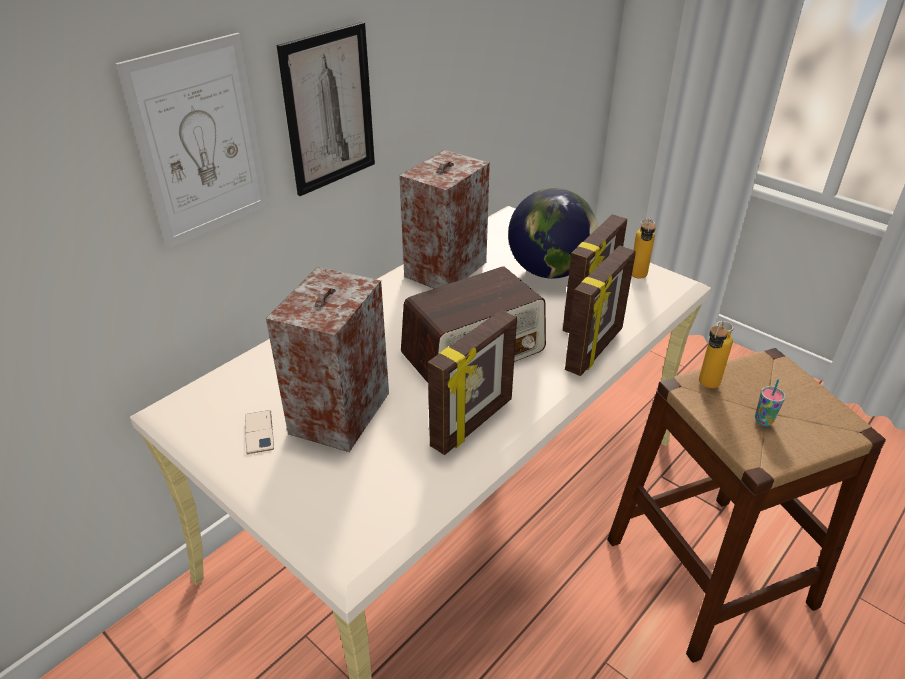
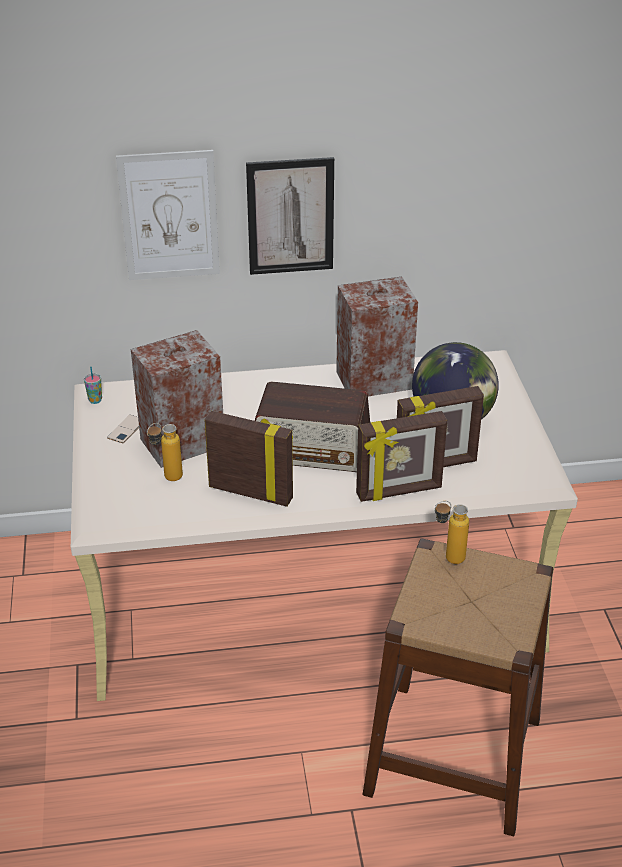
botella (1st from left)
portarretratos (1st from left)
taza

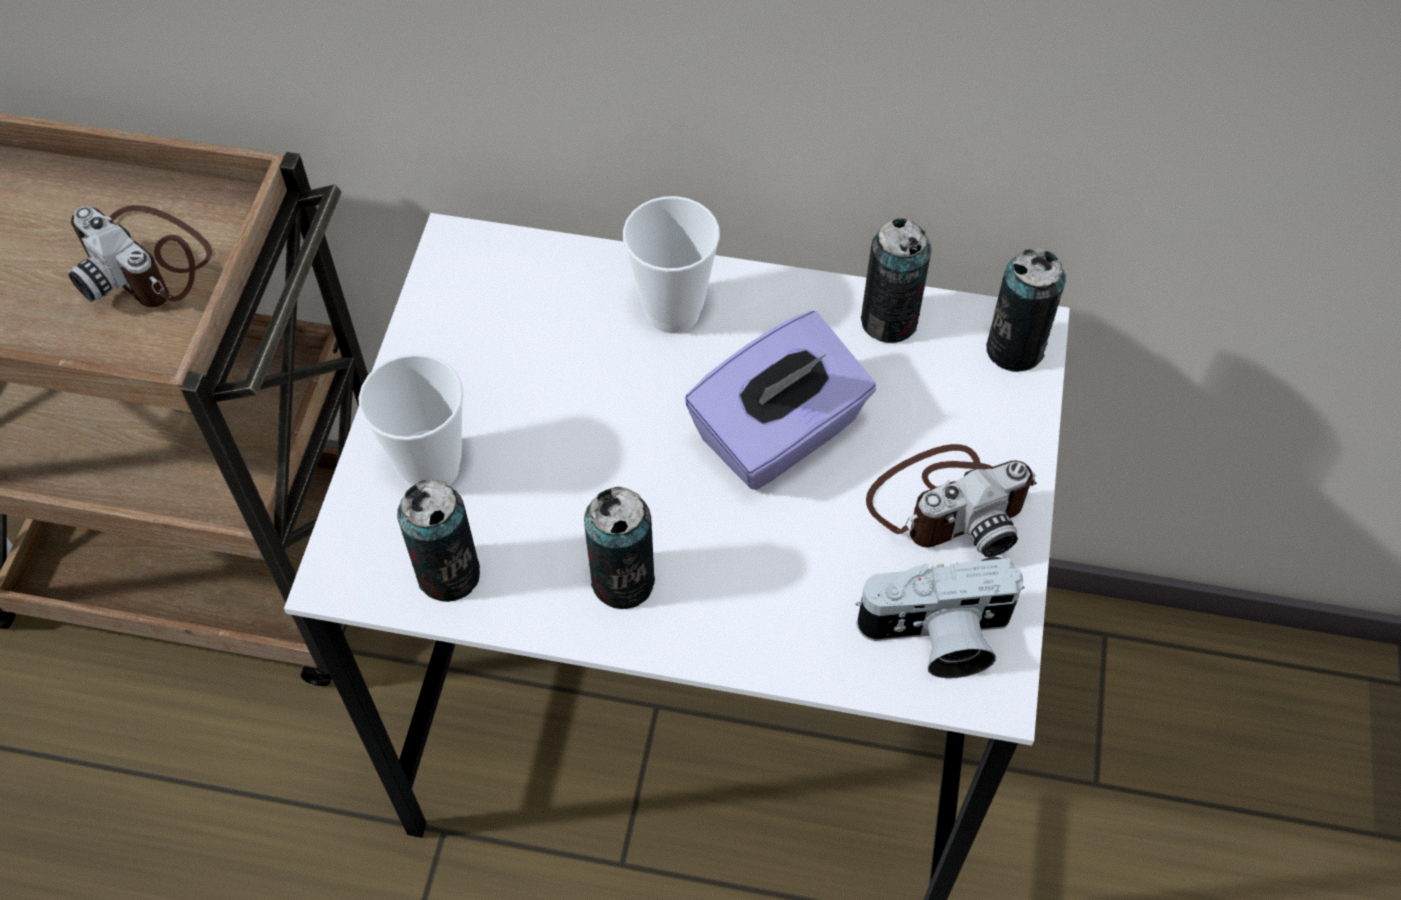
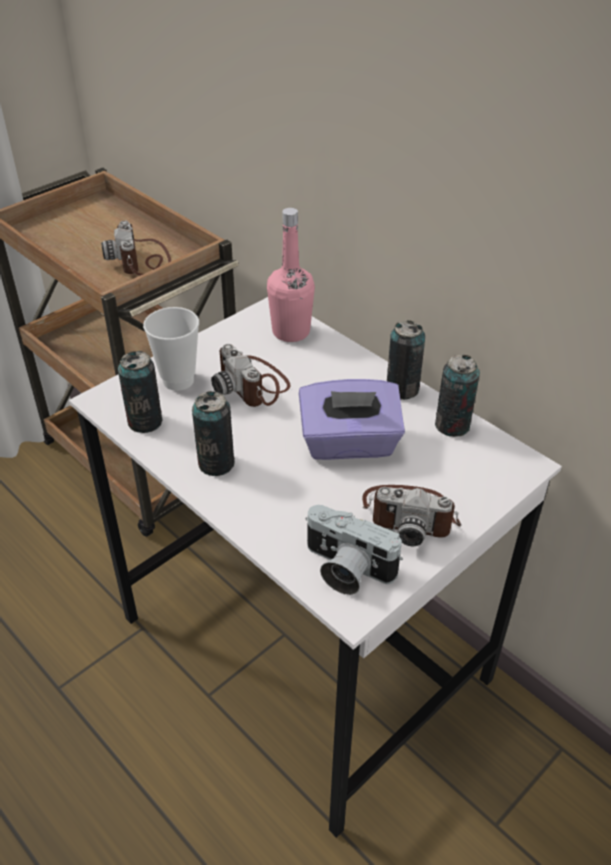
taza (2nd from left in the first image)
lata (3rd from left)
botella [rosa]
cámara (2nd from left)

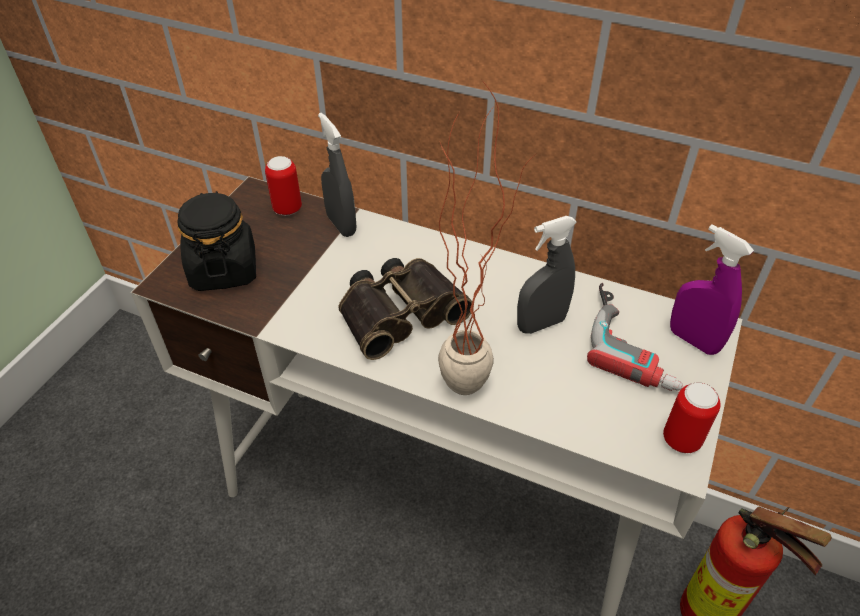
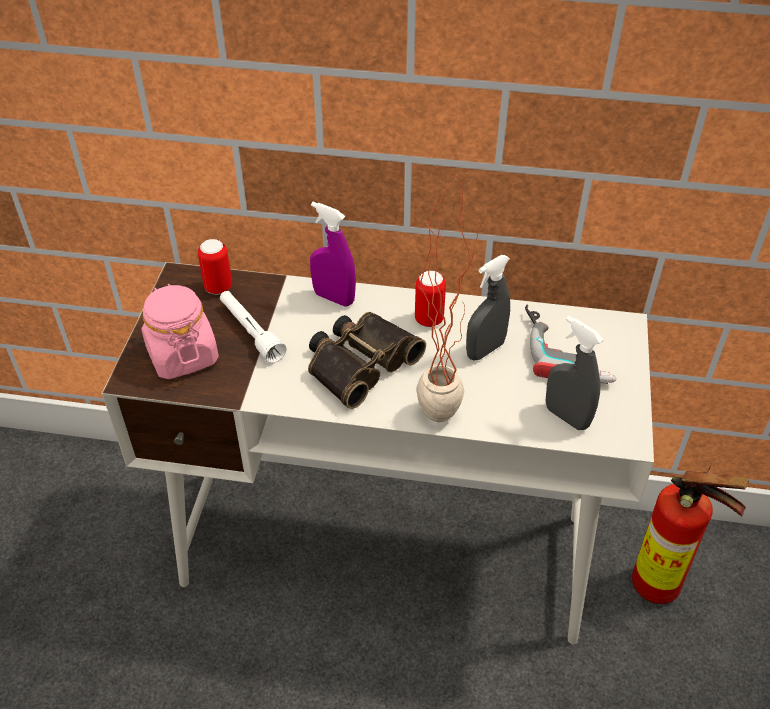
pulverizador [gris] (2nd from left)
tarro [rosa]
pulverizador [morado]
lata (2nd from left)
linterna [blanco]

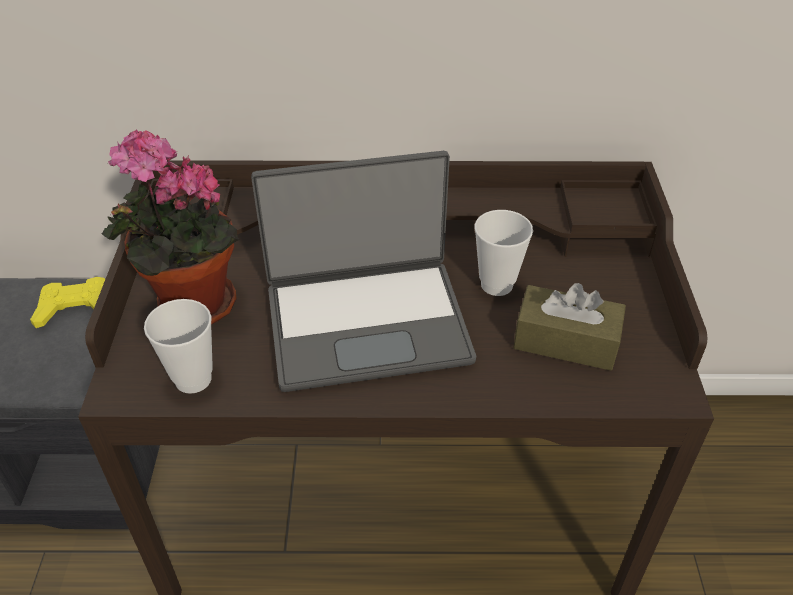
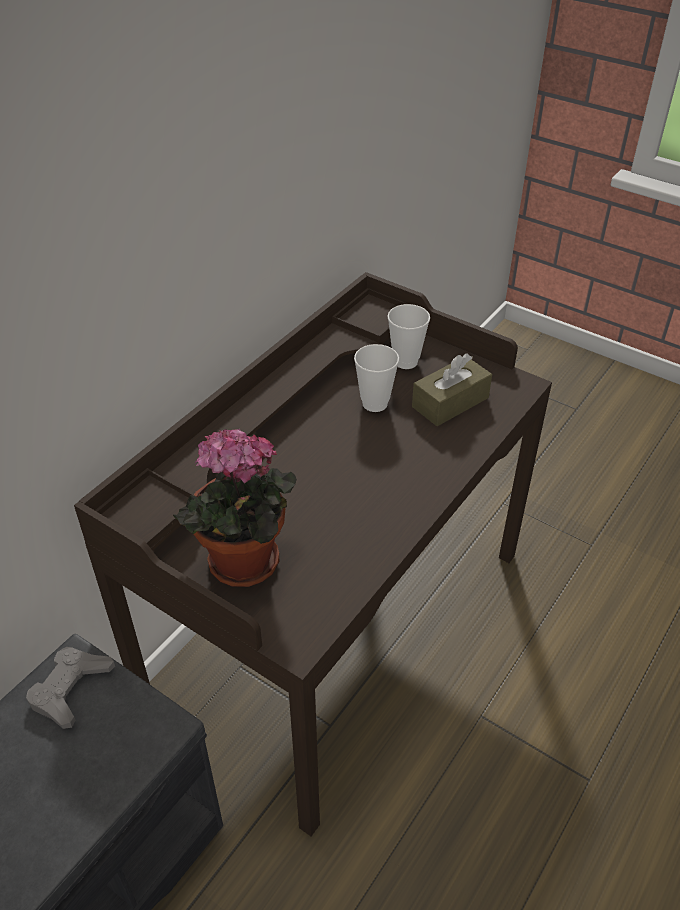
portátil
mando de consola [gris]
taza (2nd from left)

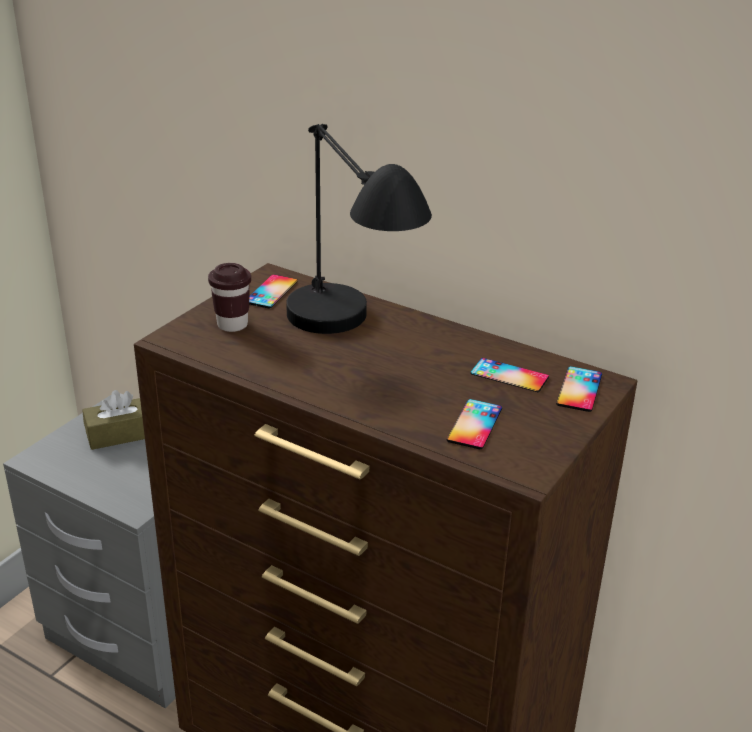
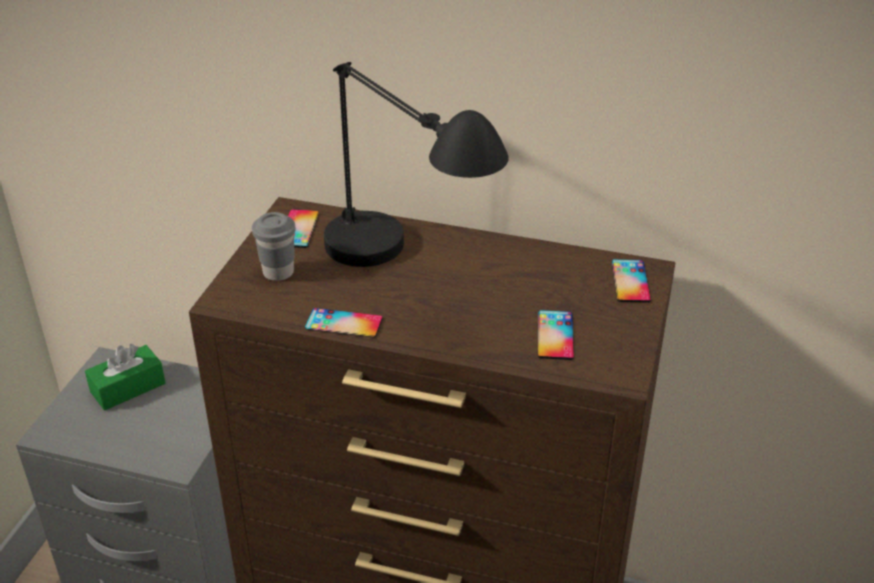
taza [gris]
móvil (2nd from left)
caja de pañuelos [verde]

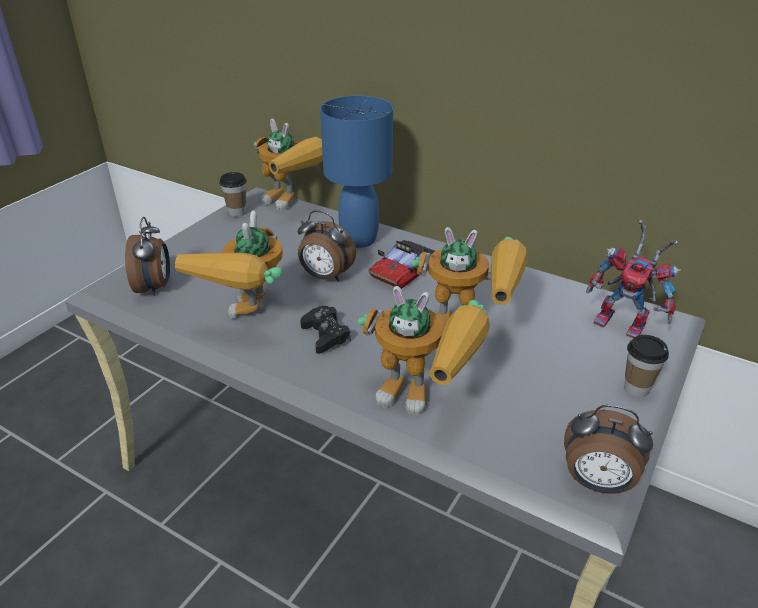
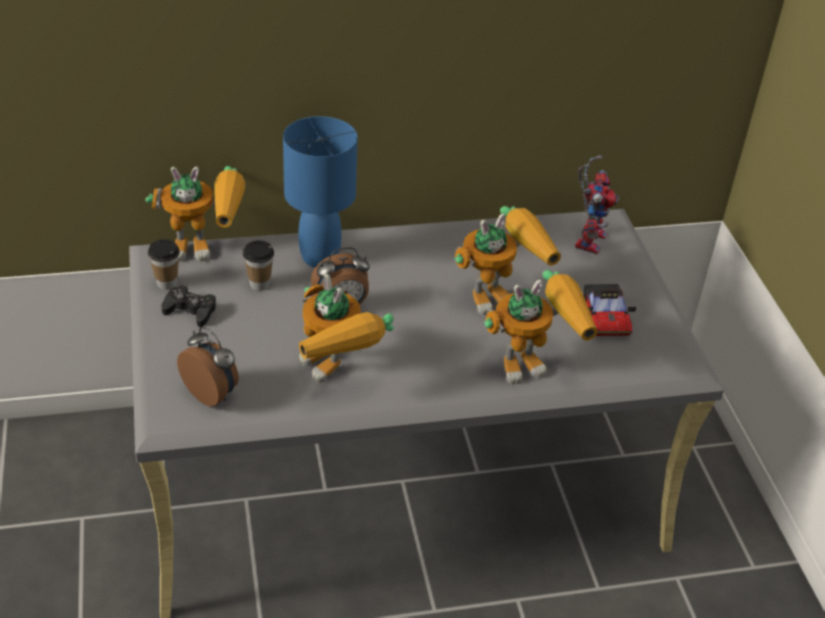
robot de juguete (5th from left)
coche de juguete
mando de consola [negro]
taza (2nd from left)
despertador (3rd from left in the first image)

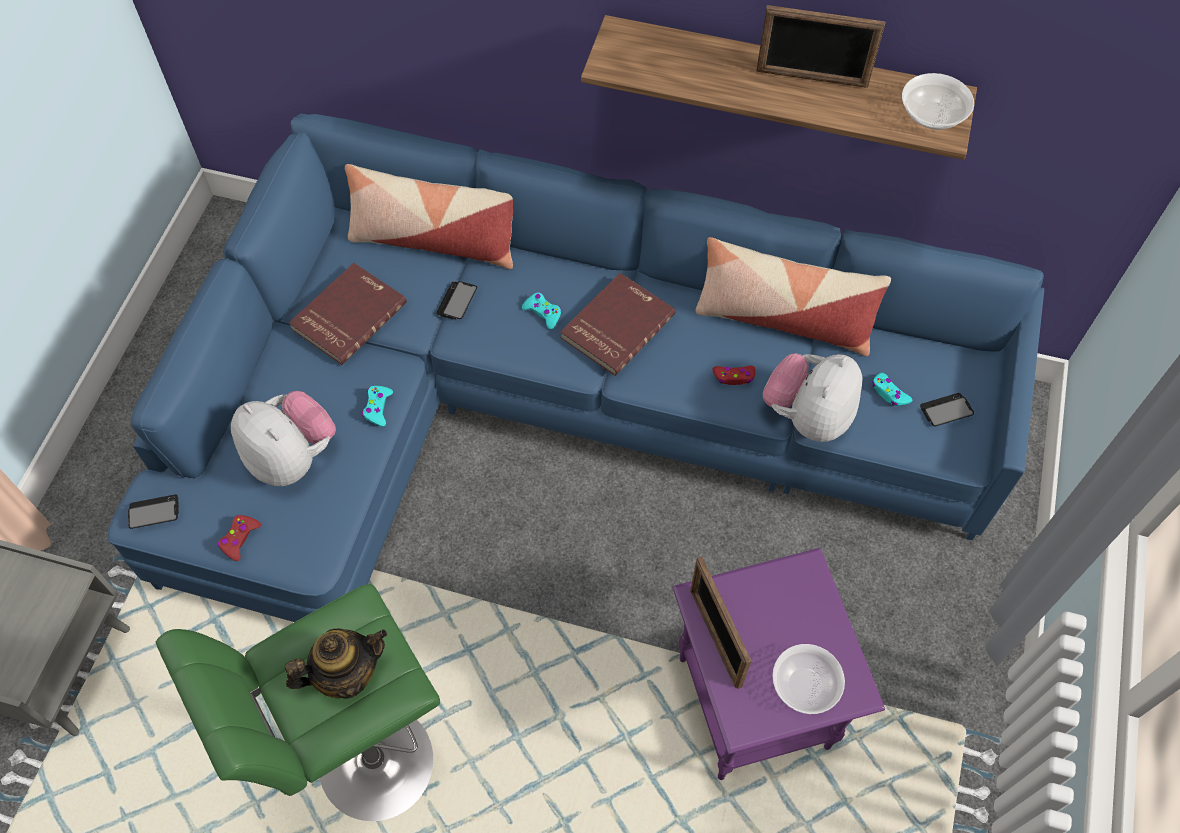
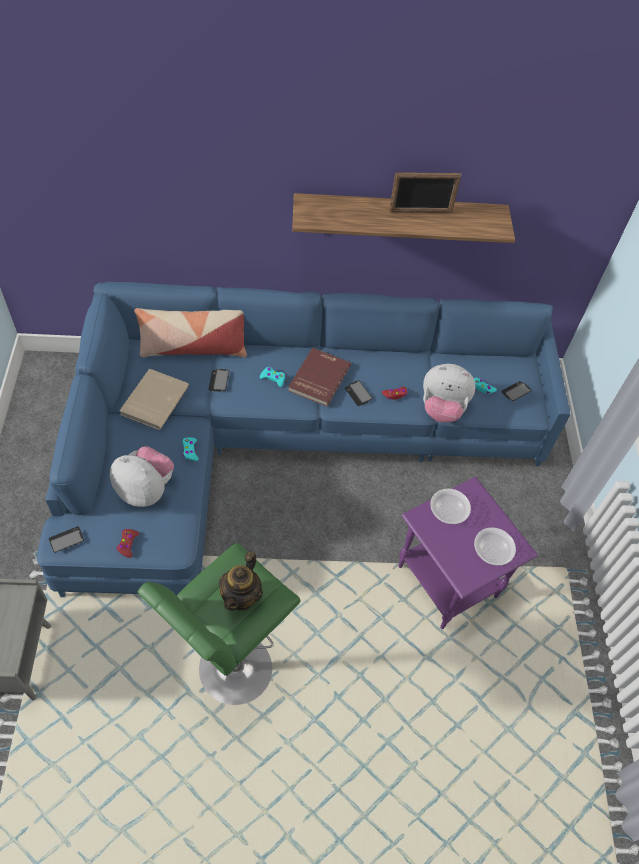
cuenco (1st from left)
cojín (2nd from left in the first image)
libro [beis]
peluche (2nd from left)
portarretratos (1st from left in the first image)
tetera
móvil (3rd from left)

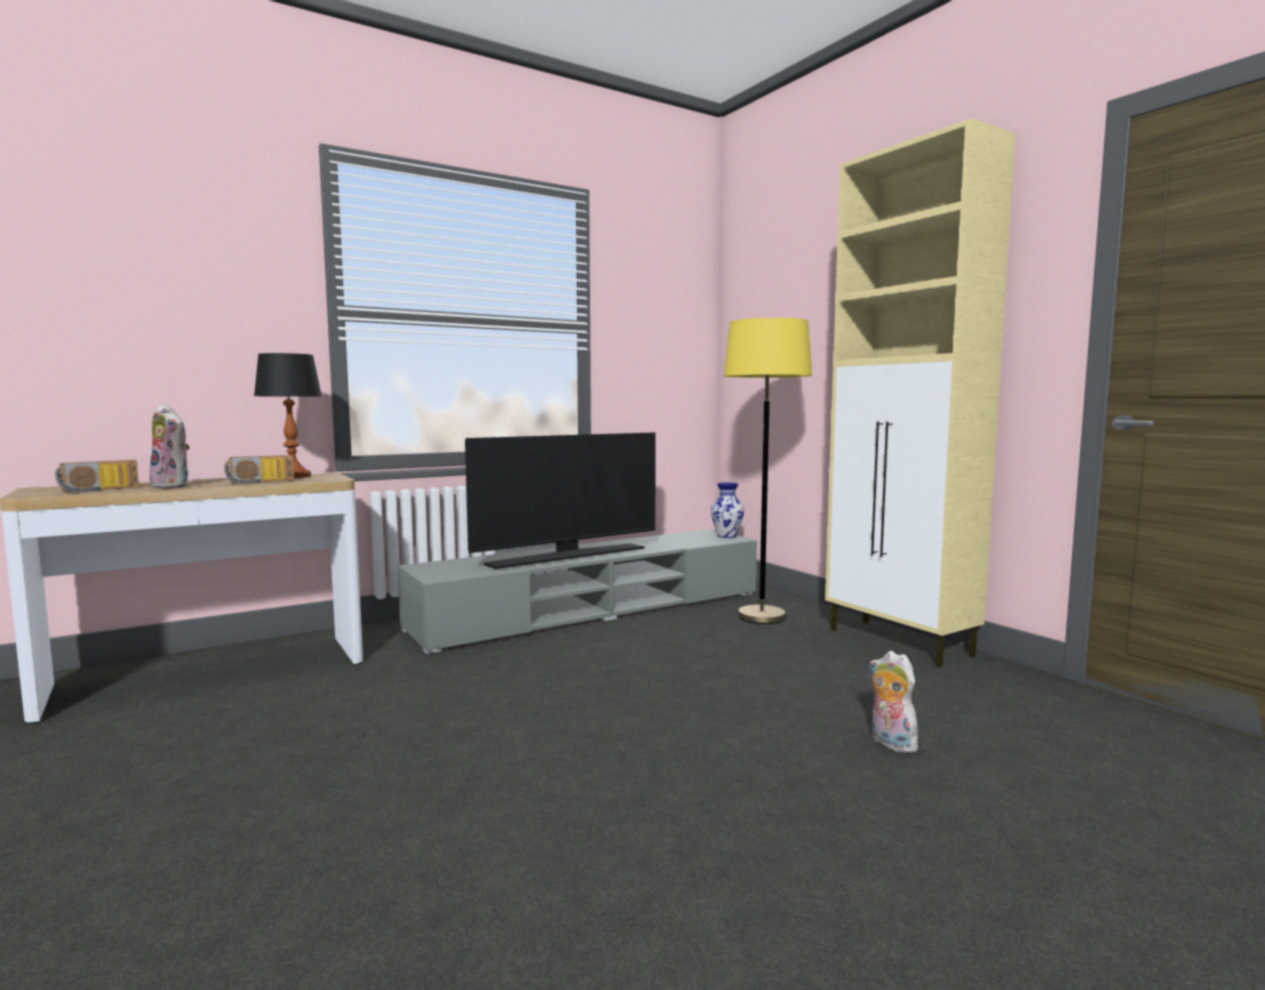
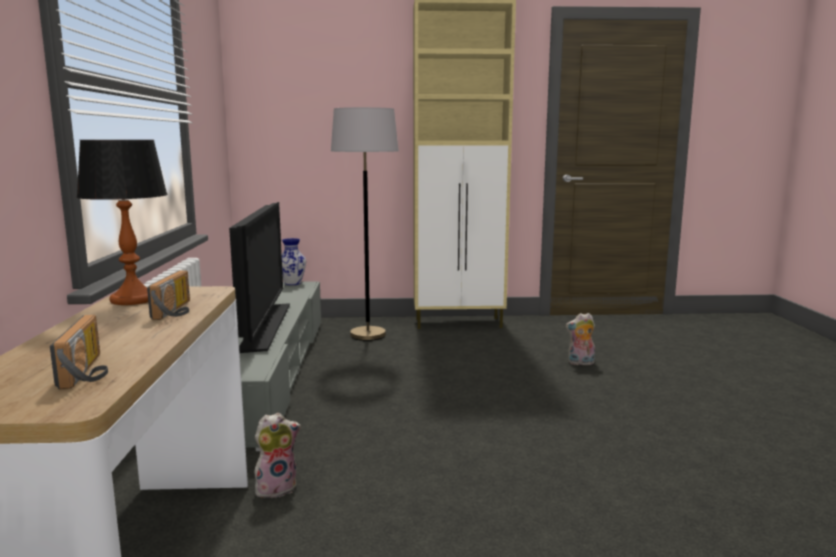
lámpara de pie [gris]
peluche (1st from left)

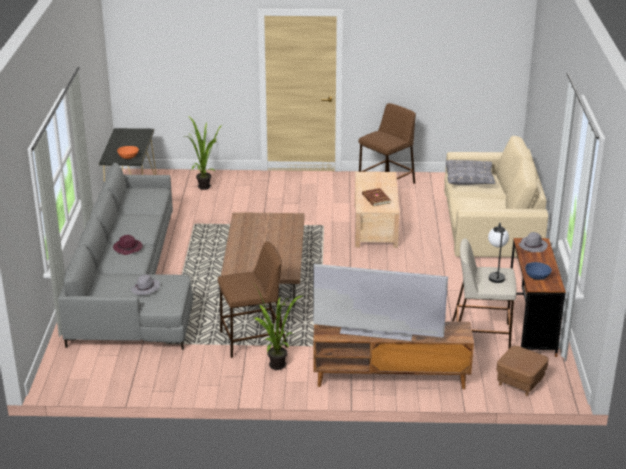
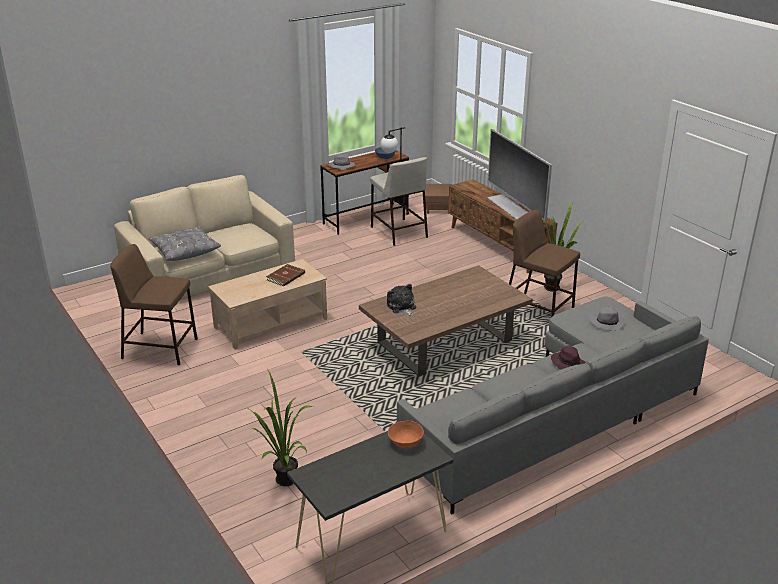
peluche

